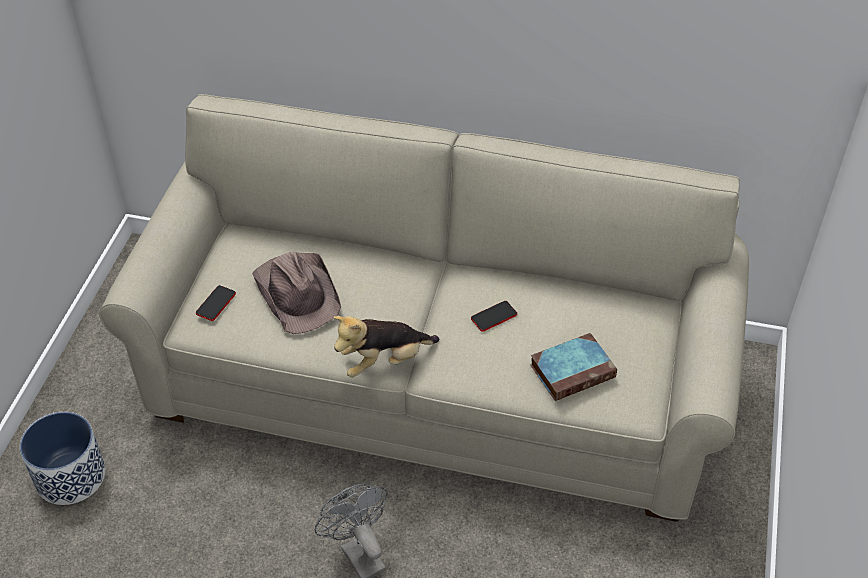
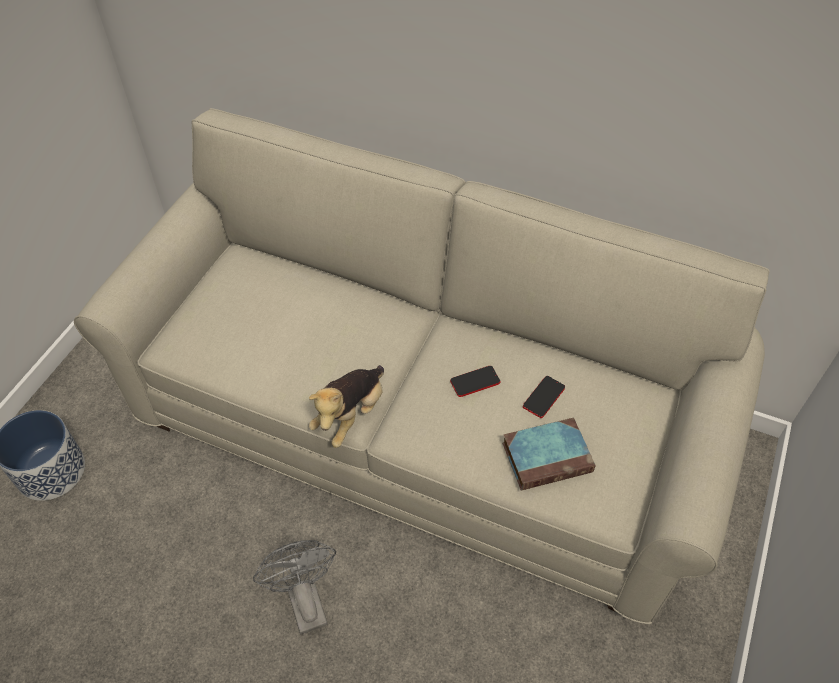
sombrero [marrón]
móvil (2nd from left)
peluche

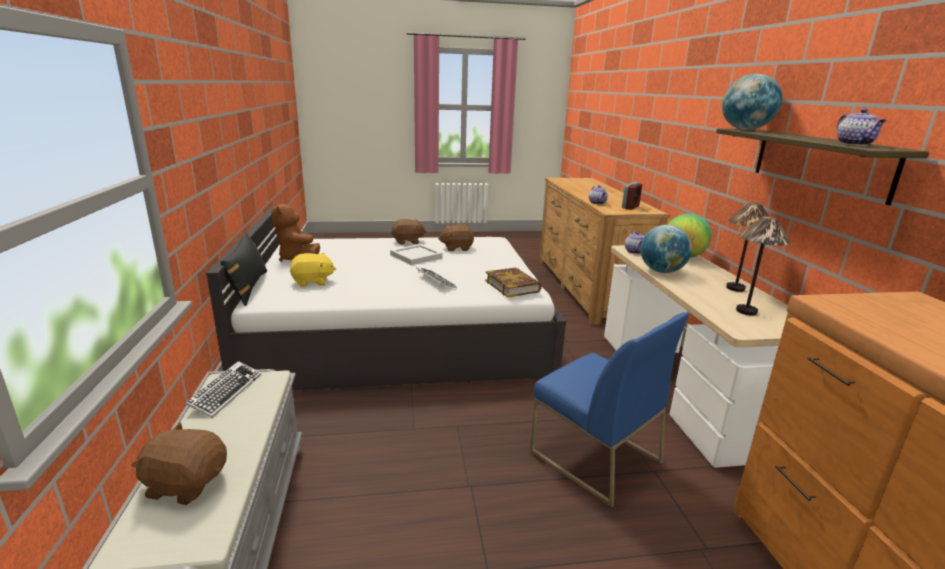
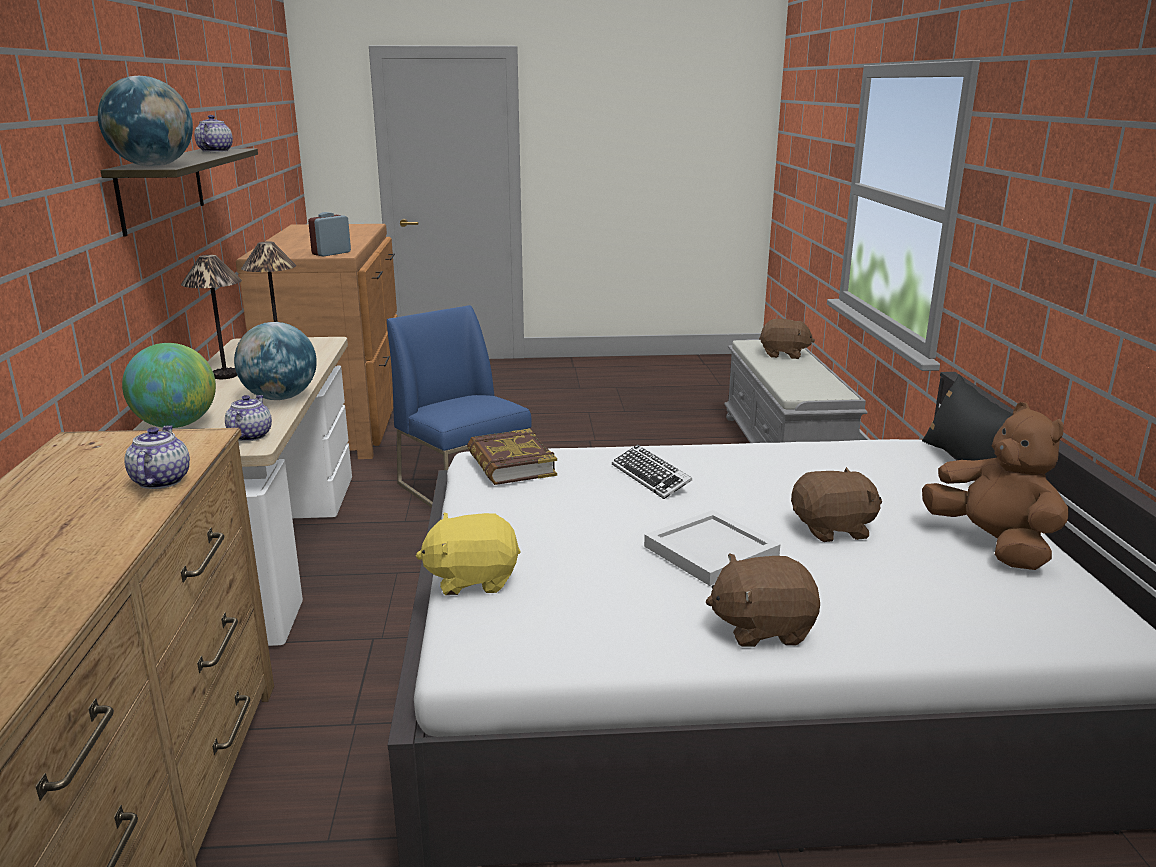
despertador
peluche [marrón] (3rd from left)
peluche [amarillo]
teclado (1st from left in the first image)

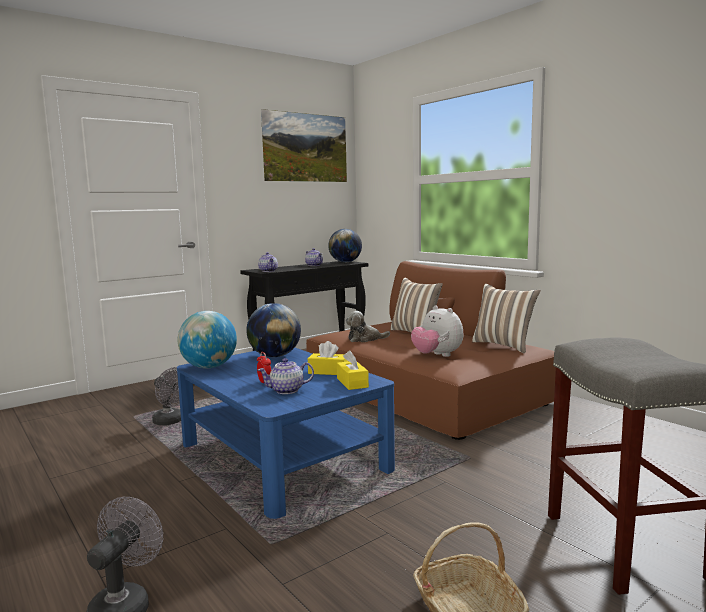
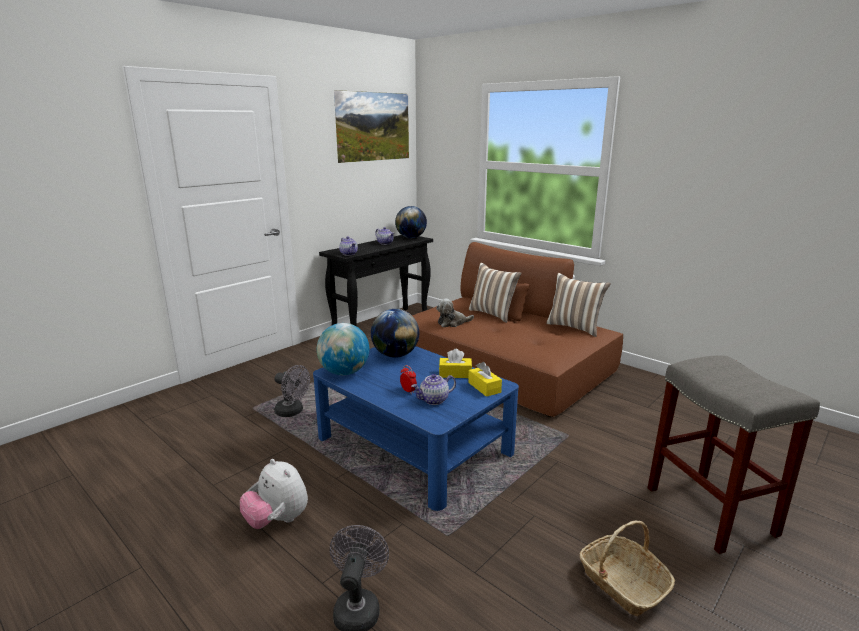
peluche (1st from left)

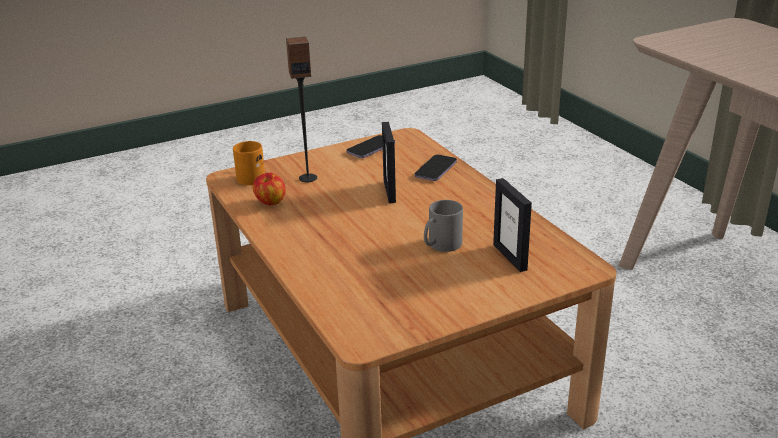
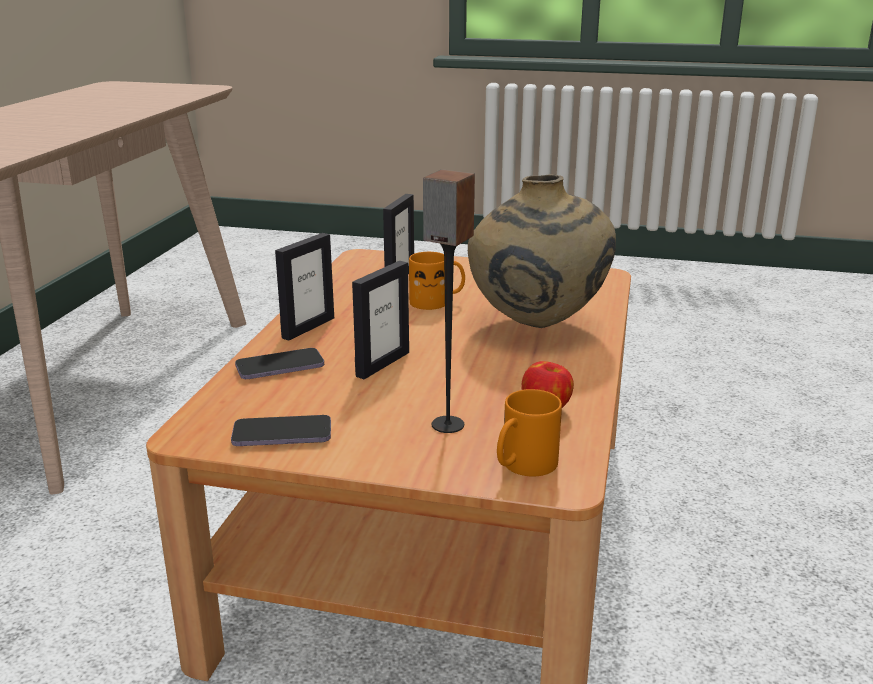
taza grande [naranja] (1st from left)
florero [beis]
portarretratos (1st from left)

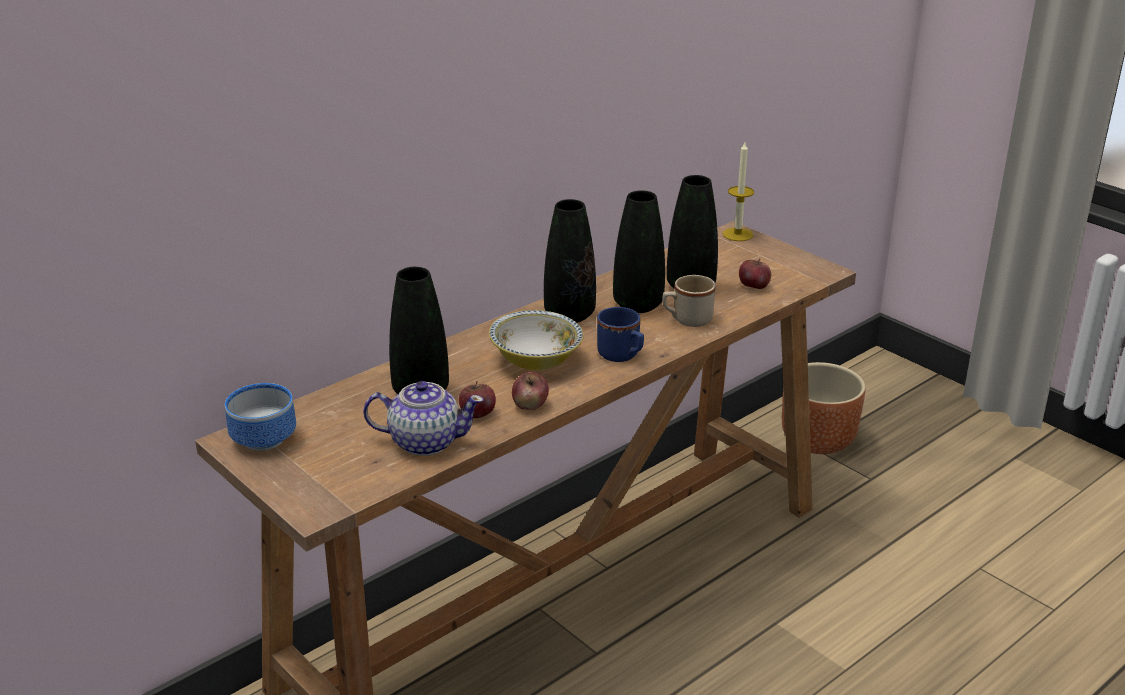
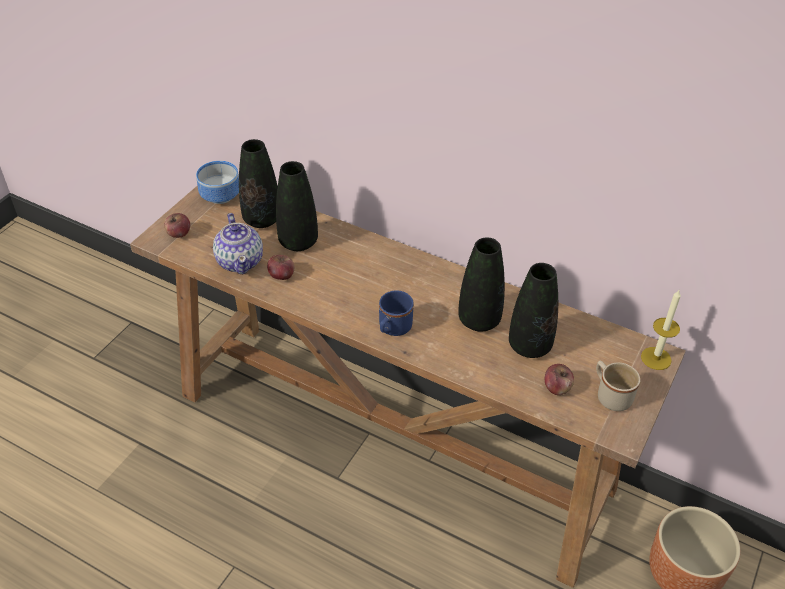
florero [negro] (1st from left)
taza grande [beis]
cuenco (2nd from left in the first image)
manzana (1st from left)

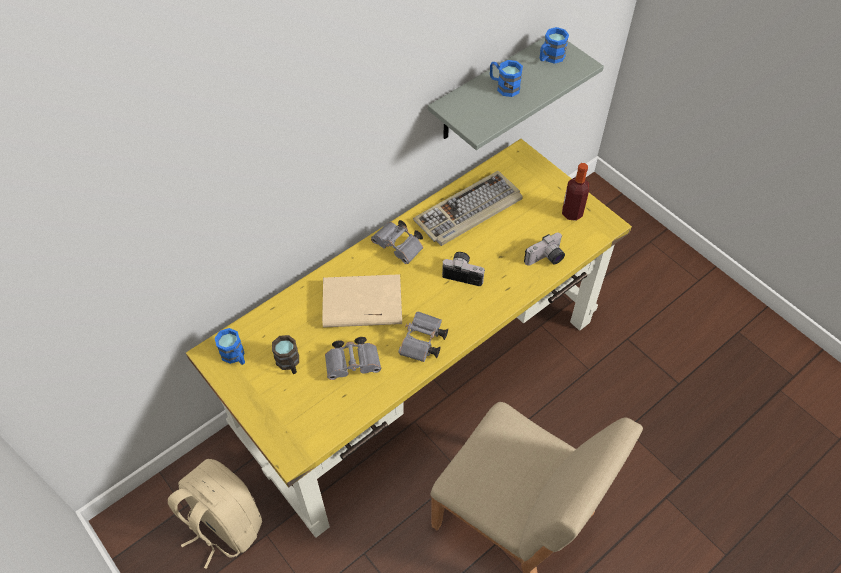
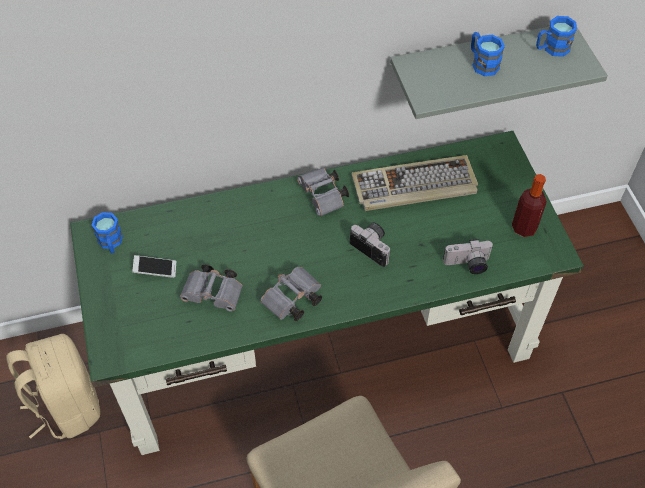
escritorio [verde]
libro [beis]
móvil

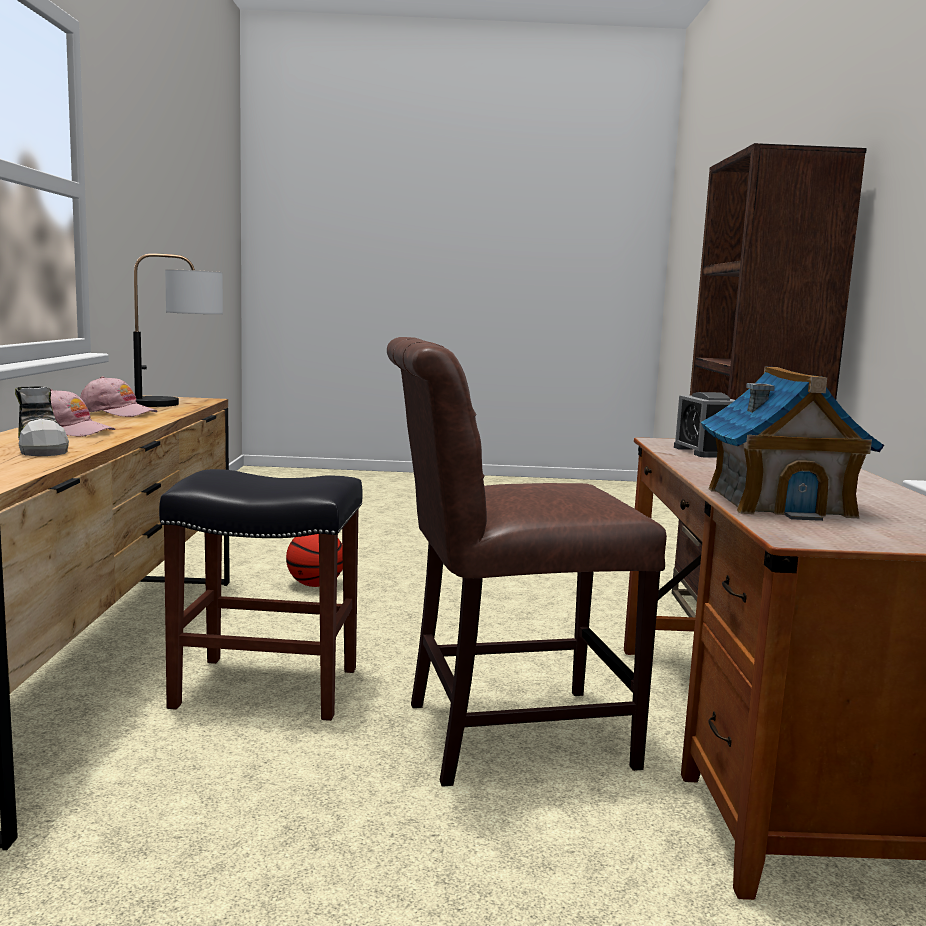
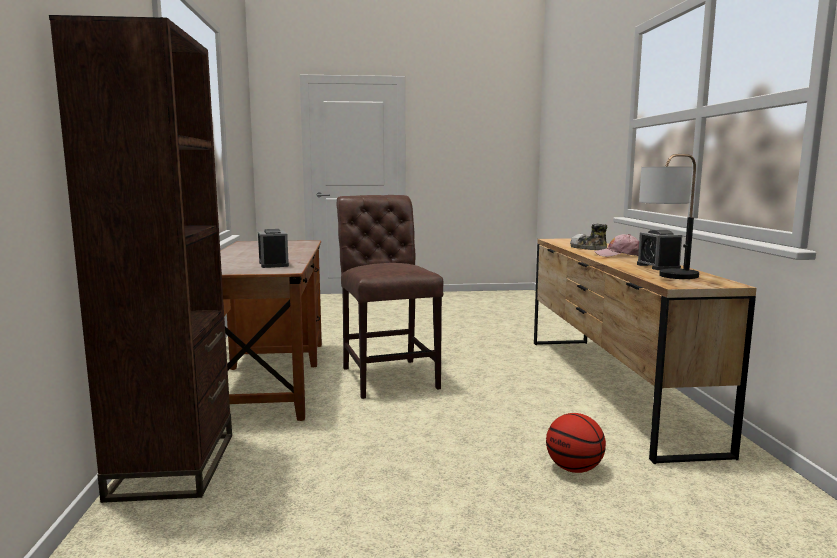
silla [marrón]
casita
despertador (2nd from left)
taburete [negro]

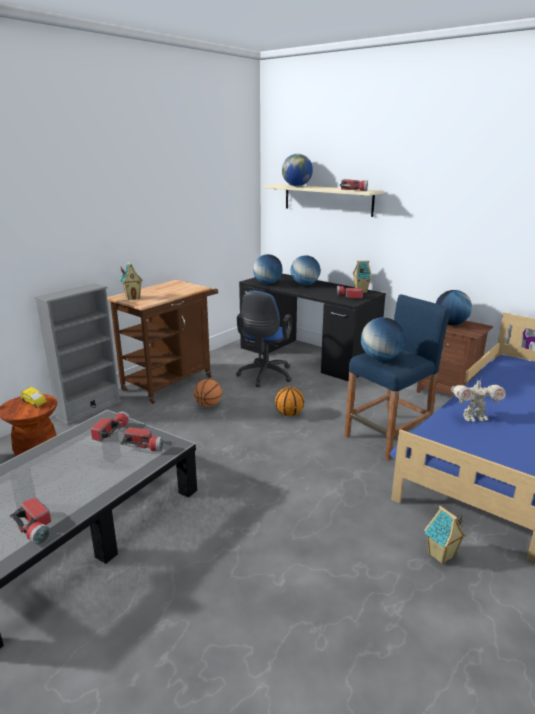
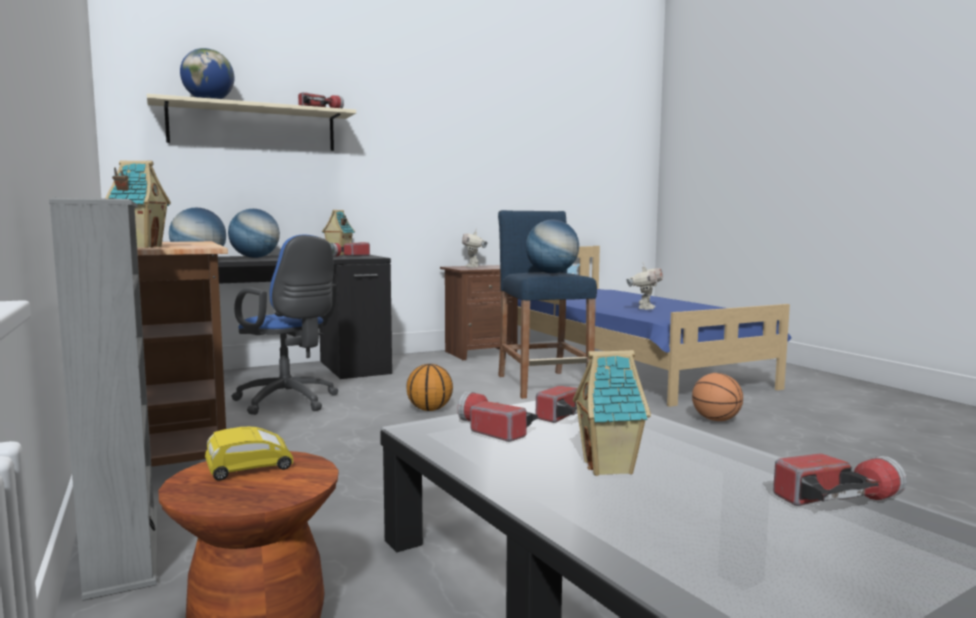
robot de juguete (1st from left)
balón de baloncesto (2nd from left)
casita (3rd from left)

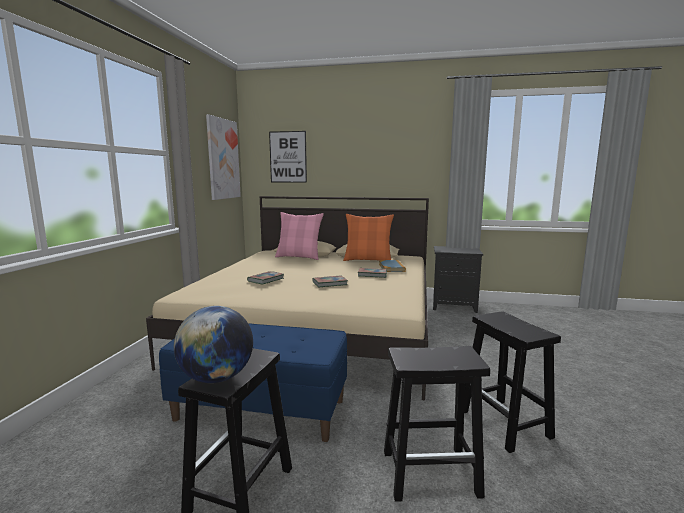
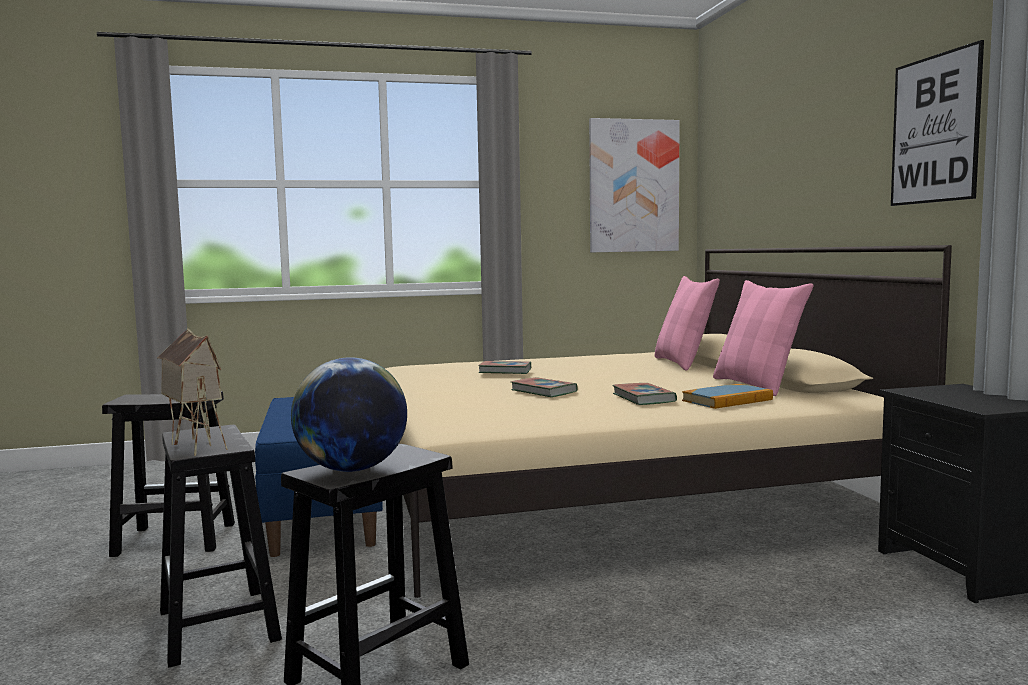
cuadro (2nd from left)
cojín [rosa] (2nd from left)
globo terráqueo
casita

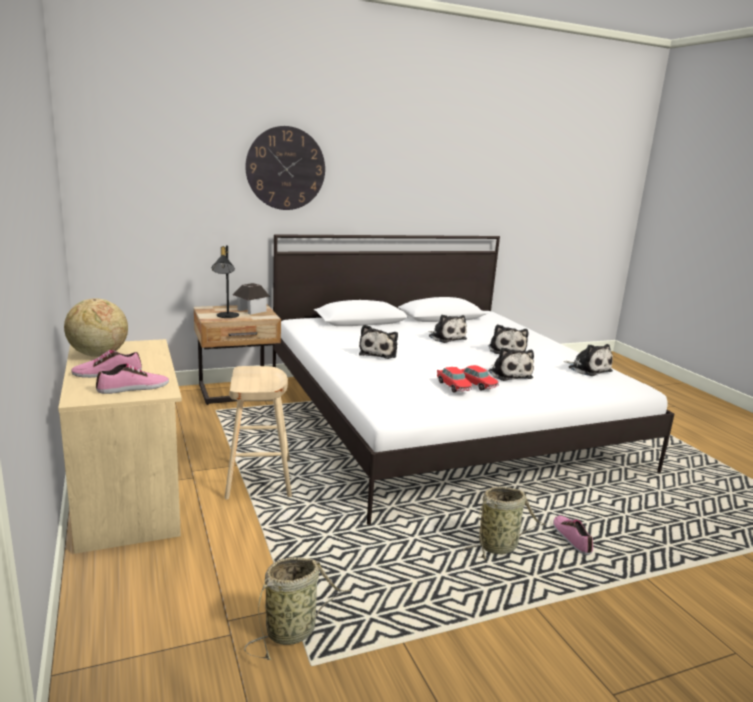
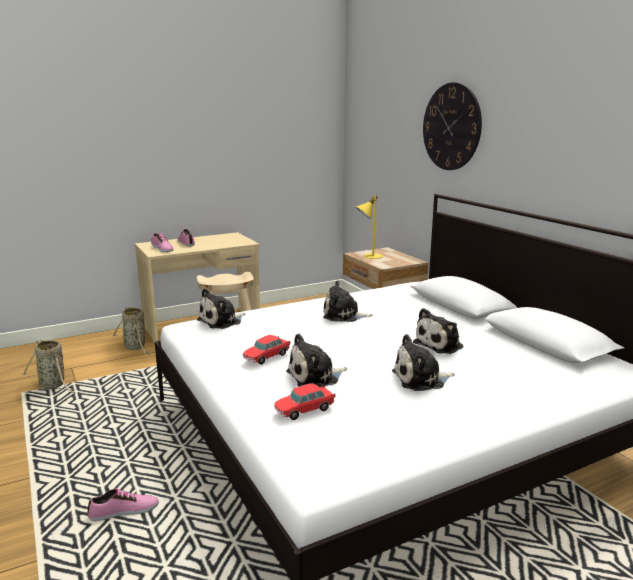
lámpara de mesa [amarillo]
casita
globo terráqueo
peluche (1st from left)
coche de juguete (2nd from left)
cesta (2nd from left)

